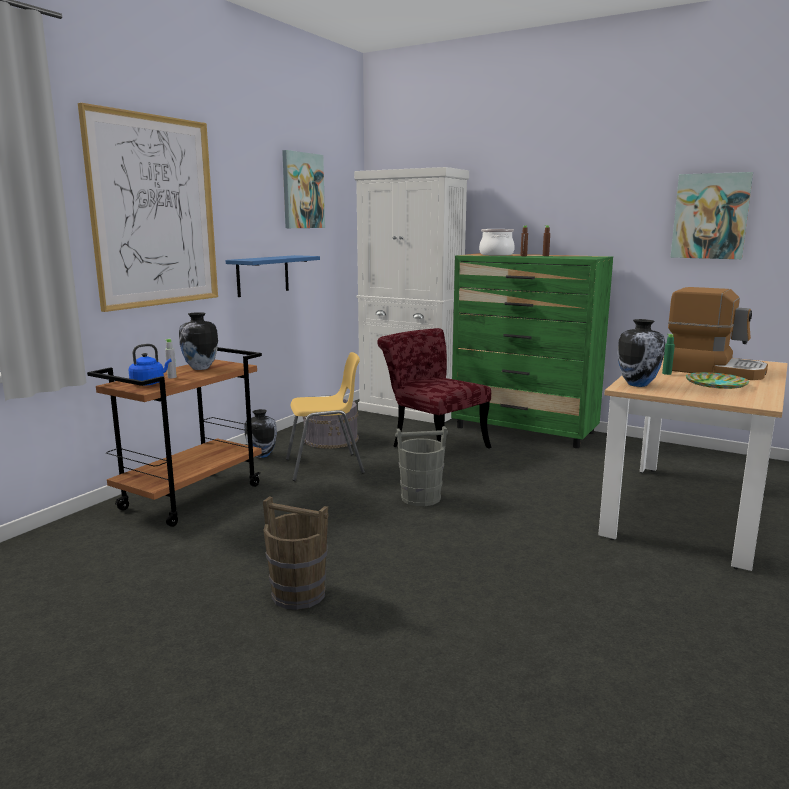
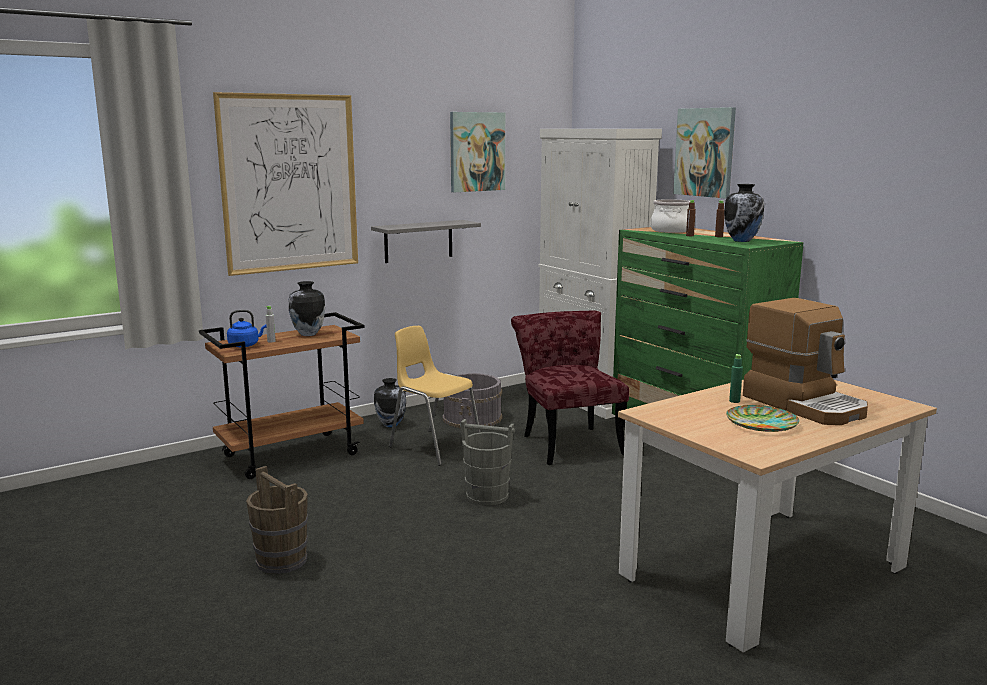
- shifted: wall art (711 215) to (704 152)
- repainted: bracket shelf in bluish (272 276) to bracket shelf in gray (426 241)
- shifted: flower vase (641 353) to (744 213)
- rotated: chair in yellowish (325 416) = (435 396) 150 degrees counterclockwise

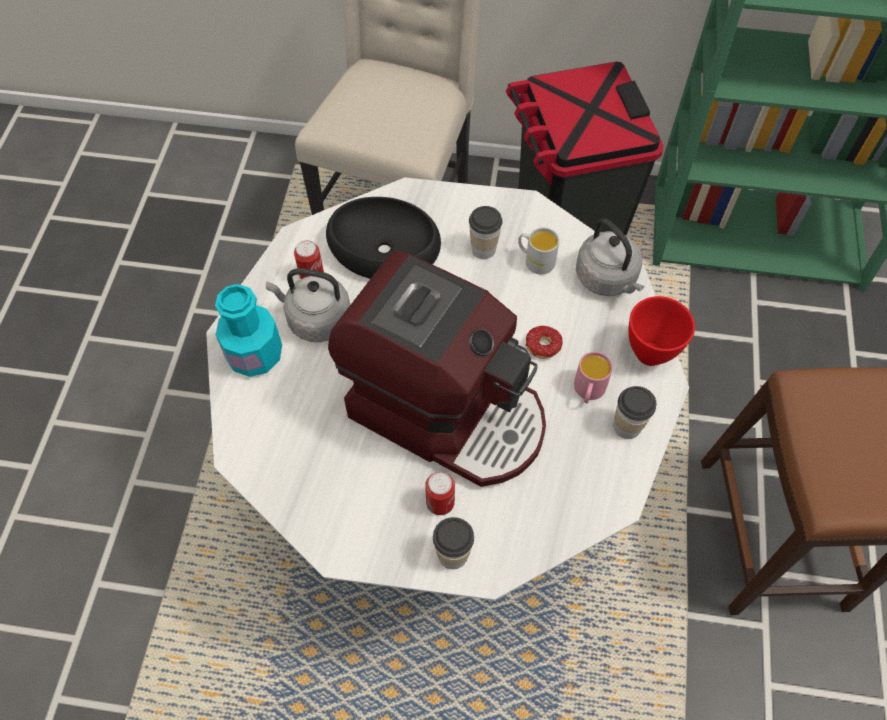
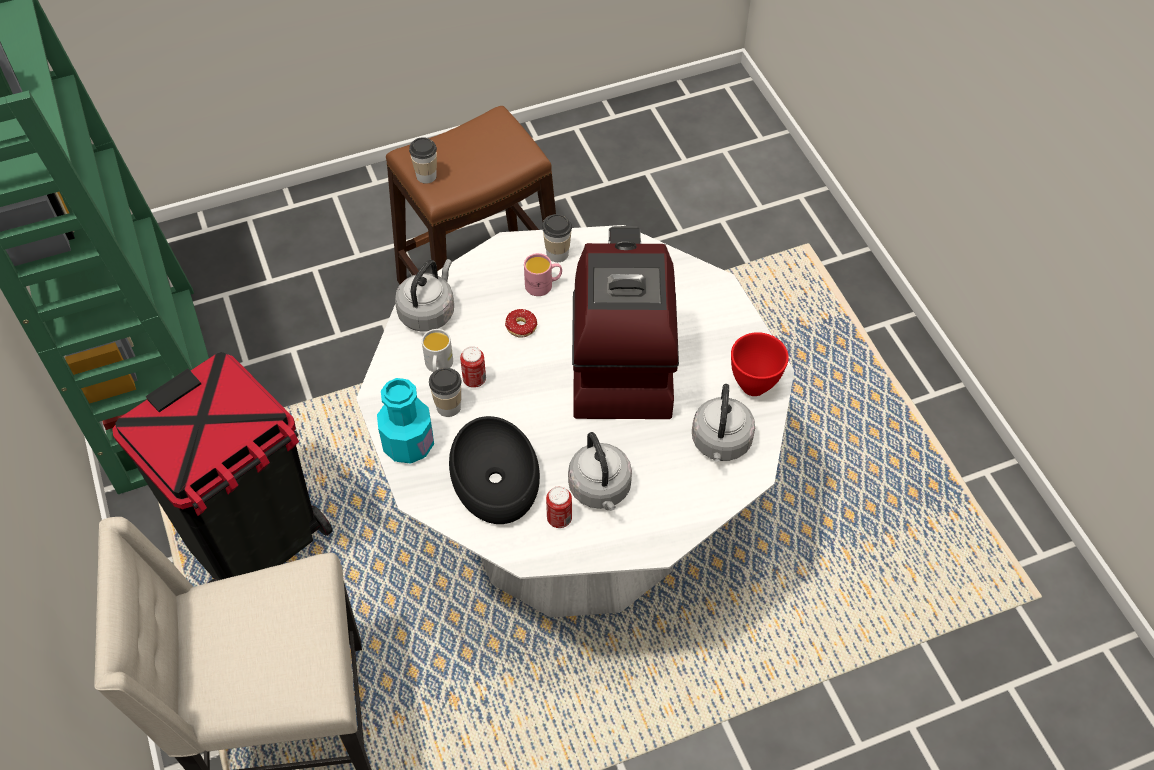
- shifted: drink bottle in turquoise-coloured (248 330) to (405 421)
- shifted: serving bowl in red (661 331) to (760 364)
- shifted: can (440 493) to (473 367)
- shifted: small cup (453 543) to (423 160)
- new: water kettle in gray (723 423)

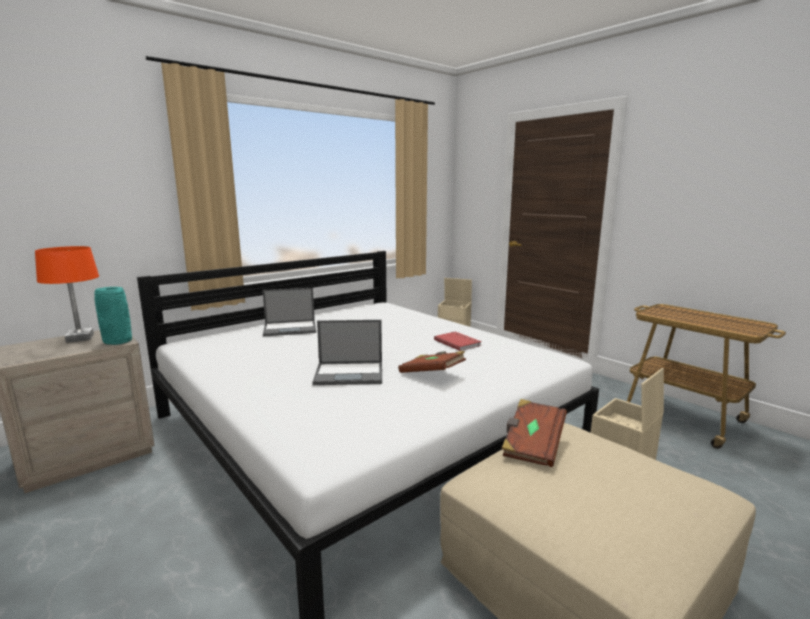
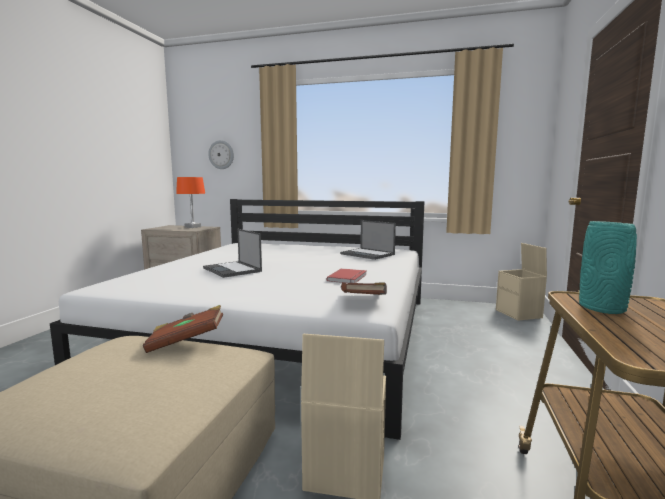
- shifted: flower vase in turquoise-coloured (113 316) to (608 267)
- shifted: laptop (289 312) to (368 240)
- shifted: volume in brown (432 362) to (364 288)
- new: wall clock (221 154)

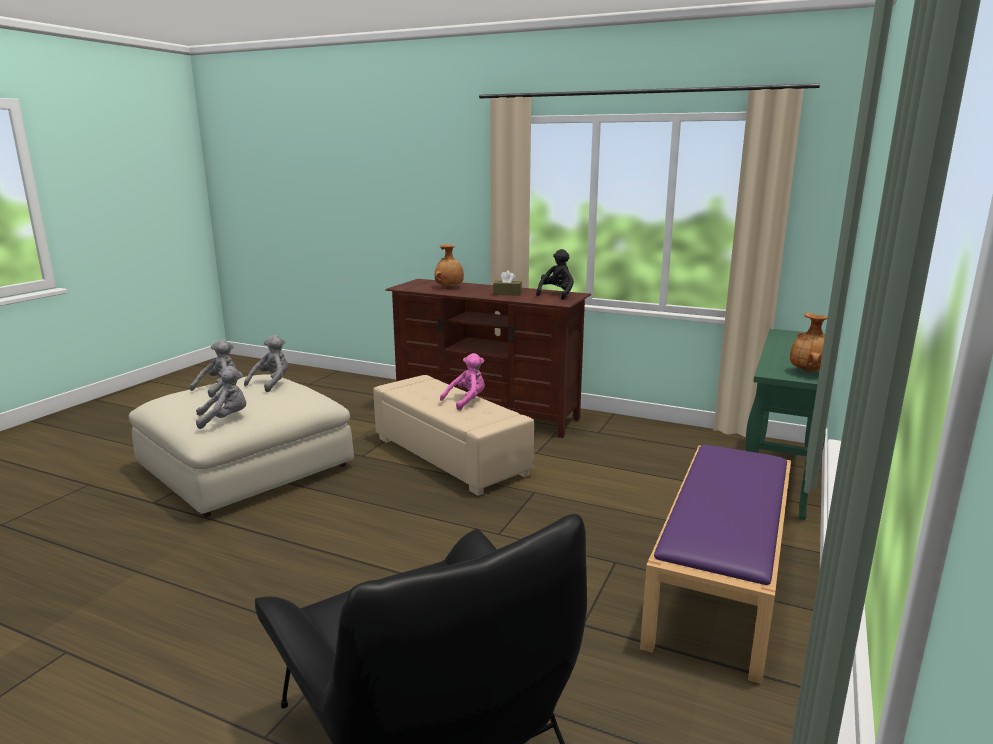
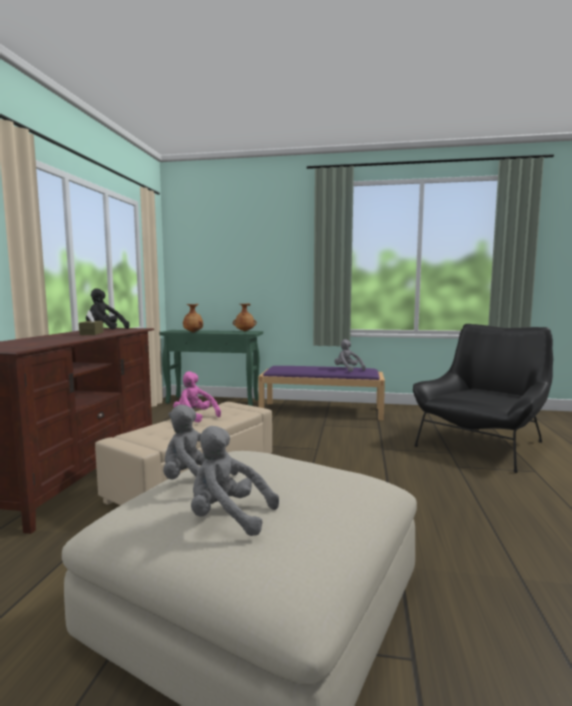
- shifted: flower vase in brown (449 266) to (193 318)
- shifted: plush toy in gray (221 397) to (350 355)

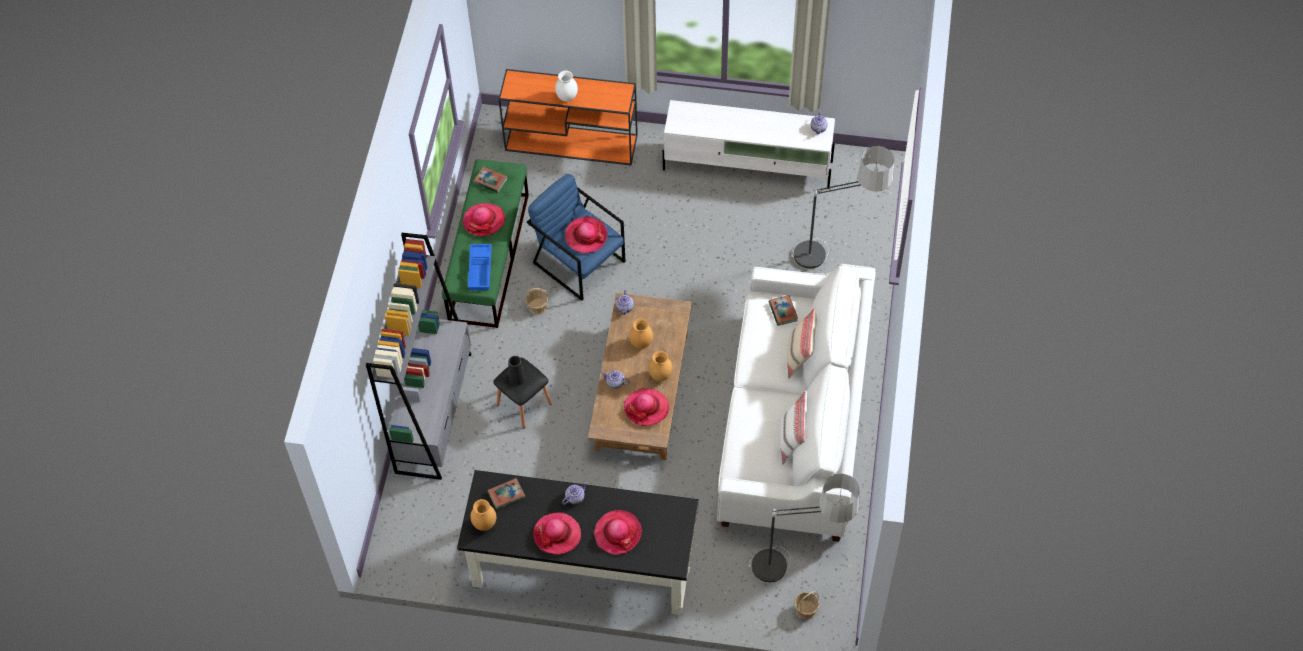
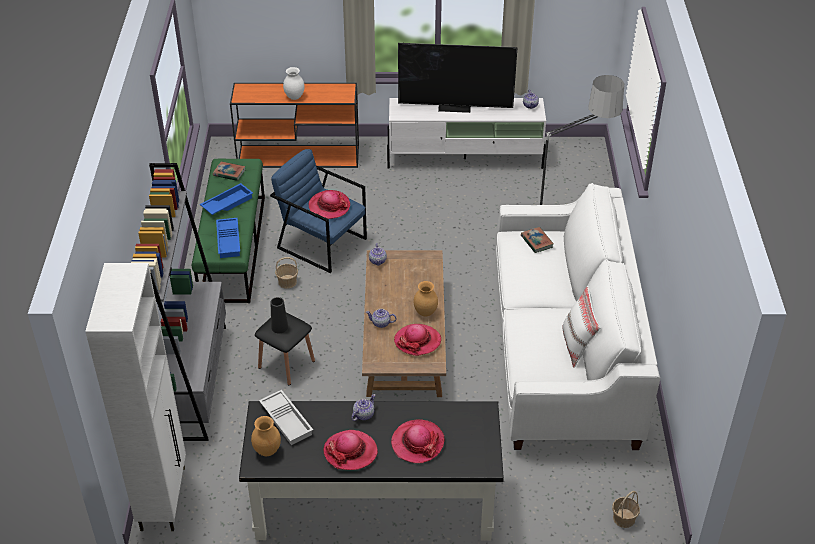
- swapped: wearable hat (483 219) to carrying tray in bluish (226 199)
- gone: throw pillow in beige-coloured (802 343)
- gone: flower vase in brown (641 333)
- gone: floor lamp (804 528)
- swapped: volume (506 494) to carrying tray in white-coloured (286 417)
- new: TV (458 78)
- new: cupboard in white-coloured (135 397)

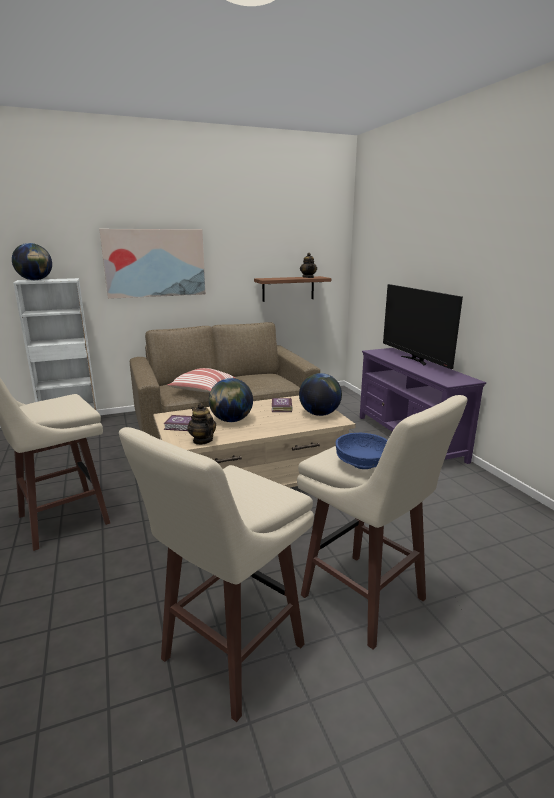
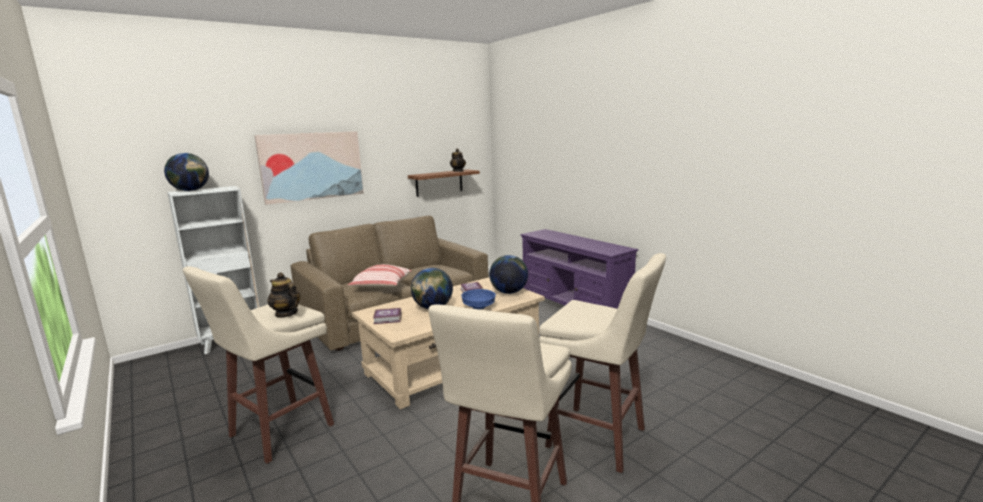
- gone: TV (423 326)
- shifted: teapot (201 424) to (283 295)
- shifted: serving bowl in bluish (361 451) to (478 299)

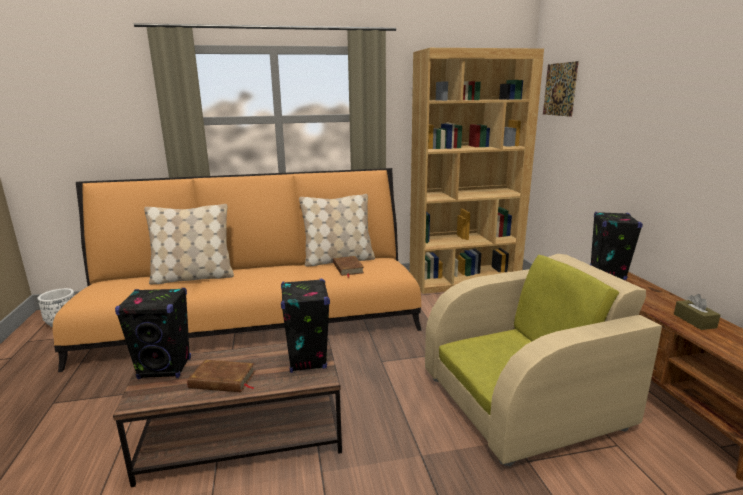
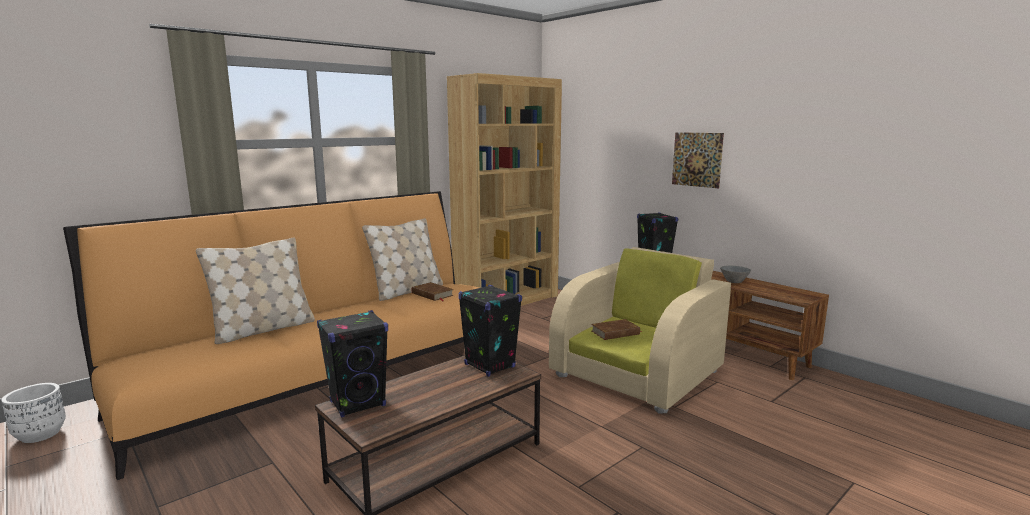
- shifted: wall art (561 89) to (698 160)
- swapped: tissue box in brown (697 312) to serving bowl in gray (735 274)
- shifted: volume in brown (221 376) to (616 329)

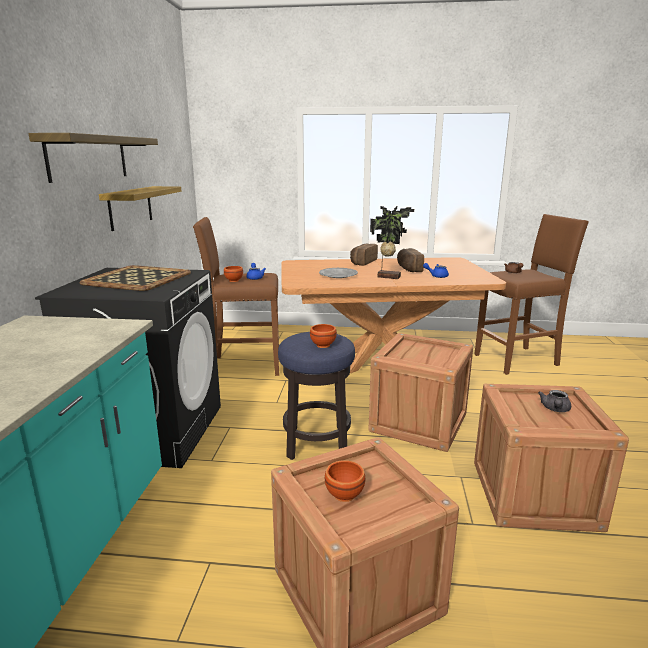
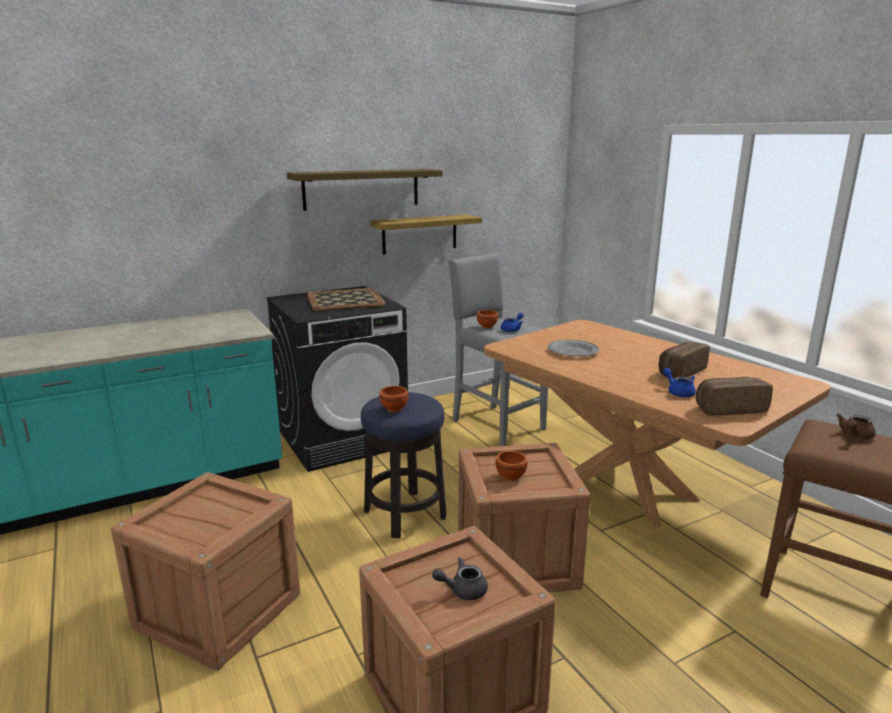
- gone: potted plant (392 242)
- repainted: sitting stool in brown (236 296) to sitting stool in gray (498 349)
- shifted: bread (364 255) to (734 396)
- shifted: serving bowl in brown (345 481) to (511 466)

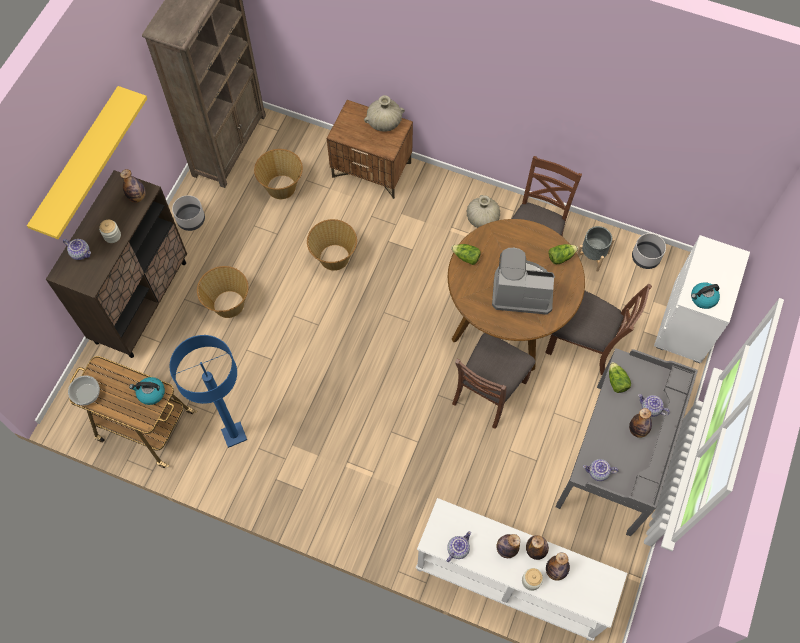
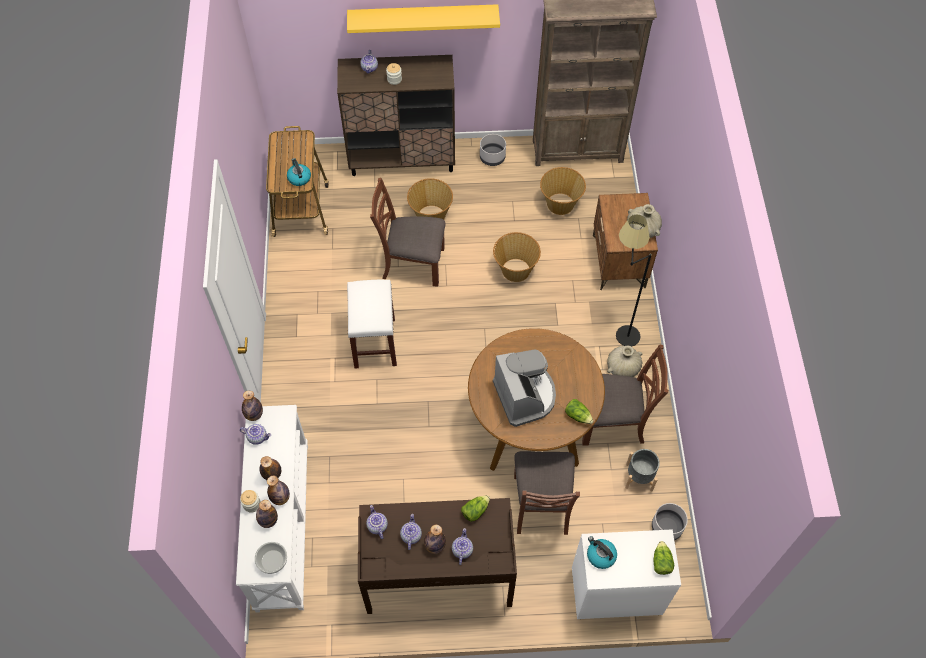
- shifted: drink bottle (133 186) to (252 405)
- shifted: lettuce (466 254) to (663 558)
- shifted: chair in brown (493 381) to (407 232)
- gone: floor lamp in bluish (208 391)
- repainted: desk in gray (627 442) to desk in brown (437 556)
- shifted: serving bowl (84 390) to (271 558)
- new: floor lamp in black-coloured (634 280)
- new: sitting stool in white-coloured (372 324)
- new: teapot (411 532)

